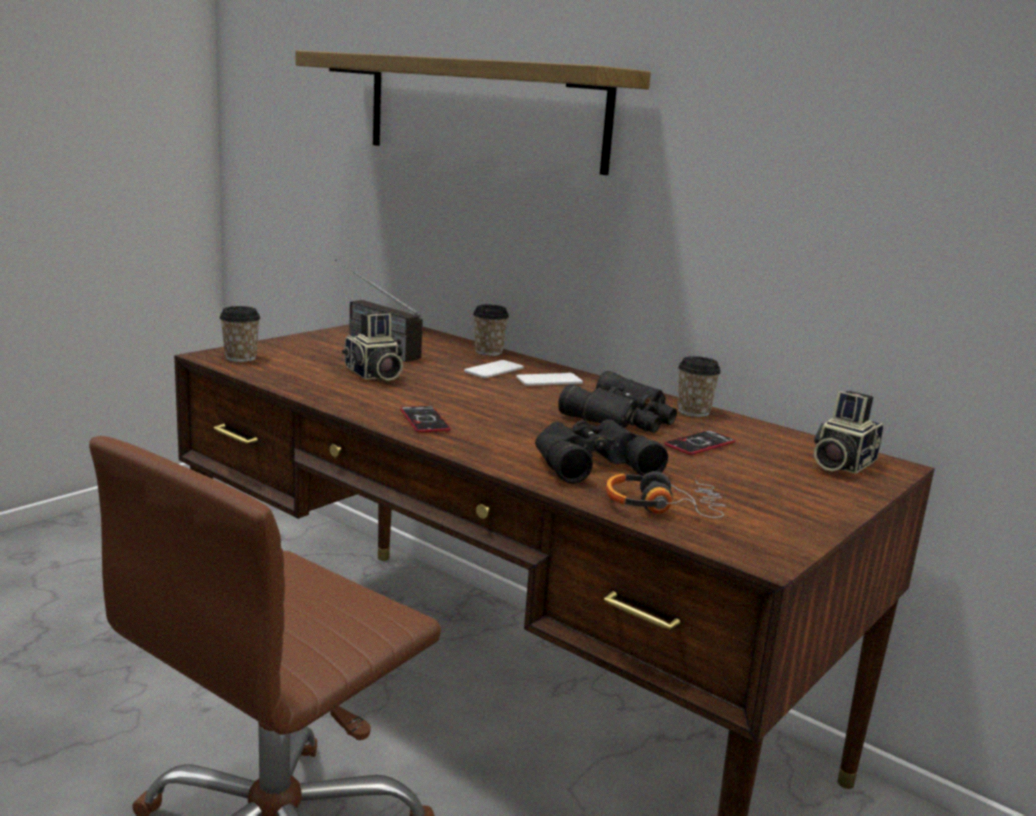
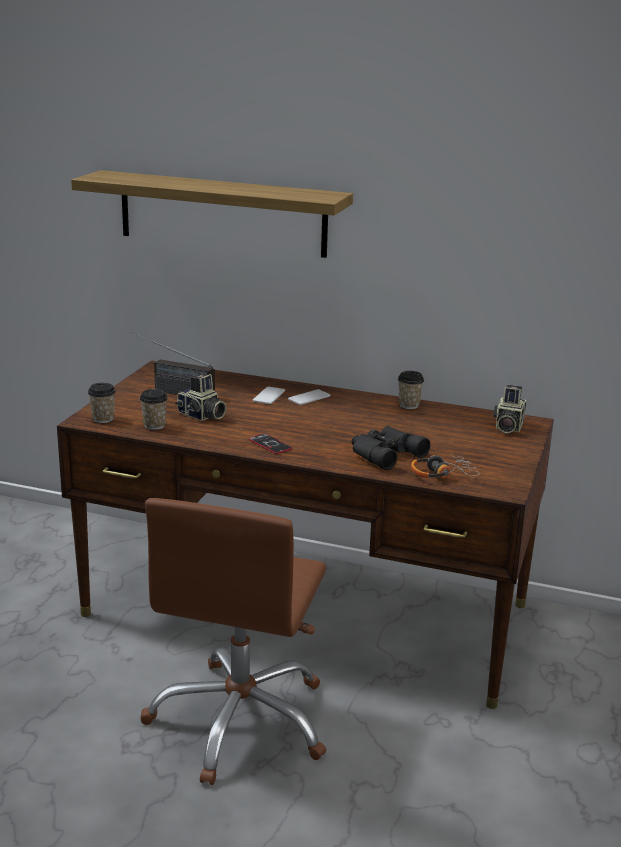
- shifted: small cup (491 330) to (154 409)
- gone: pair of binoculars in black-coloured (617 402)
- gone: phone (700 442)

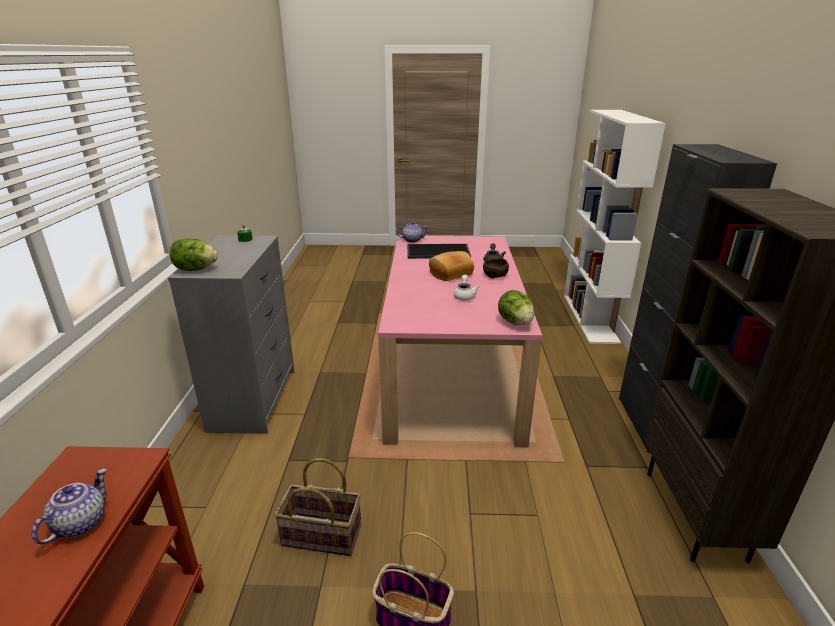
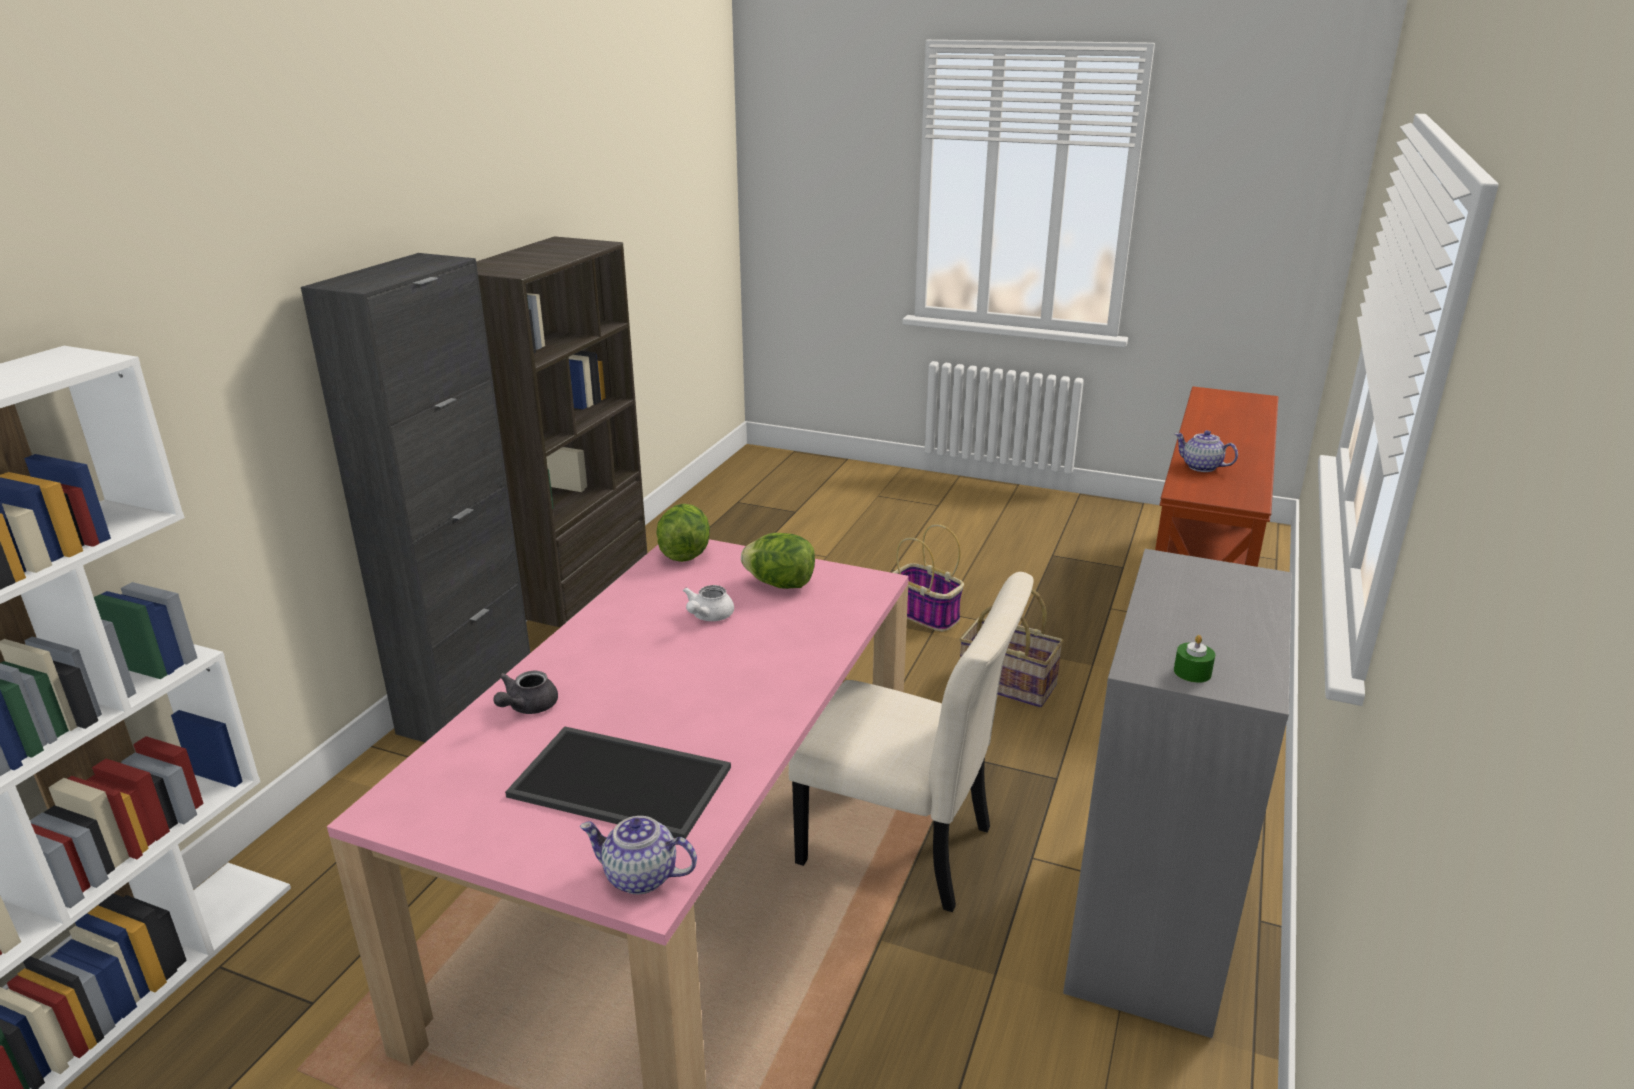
- shifted: lettuce (194 254) to (778 561)
- gone: bread (451 266)
- gone: serving bowl in brown (496 268)
- rotated: teapot (69 506) = (1206 451) 90 degrees clockwise
- new: chair in beige-coloured (911 742)

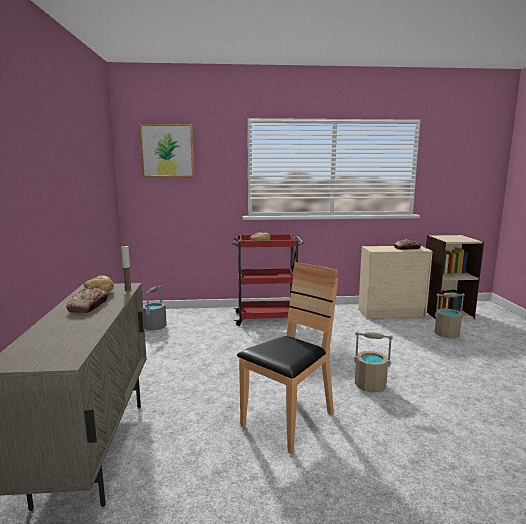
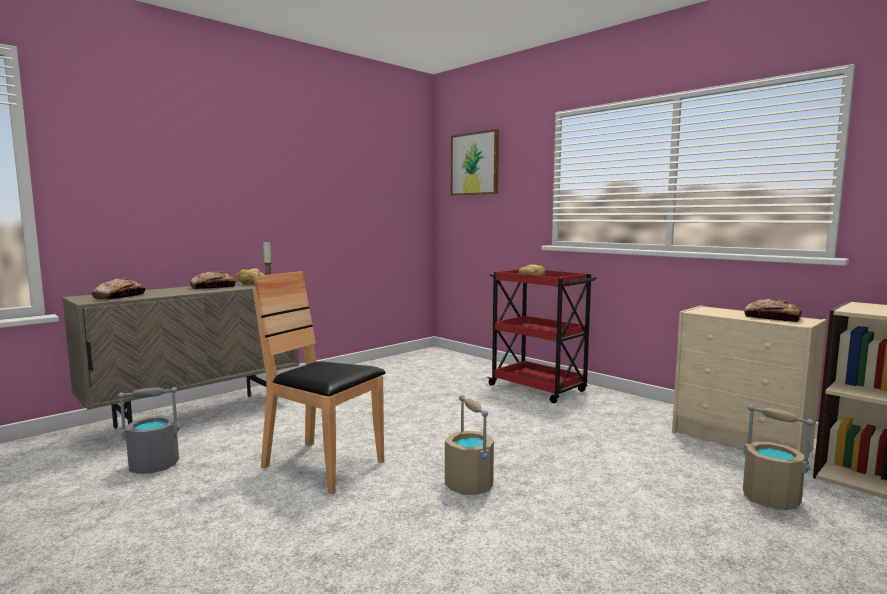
- rotated: chair in brown (287 357) = (319 382) 150 degrees counterclockwise
- shifted: water bucket in gray (155 308) to (149 430)
- new: bread (118 289)

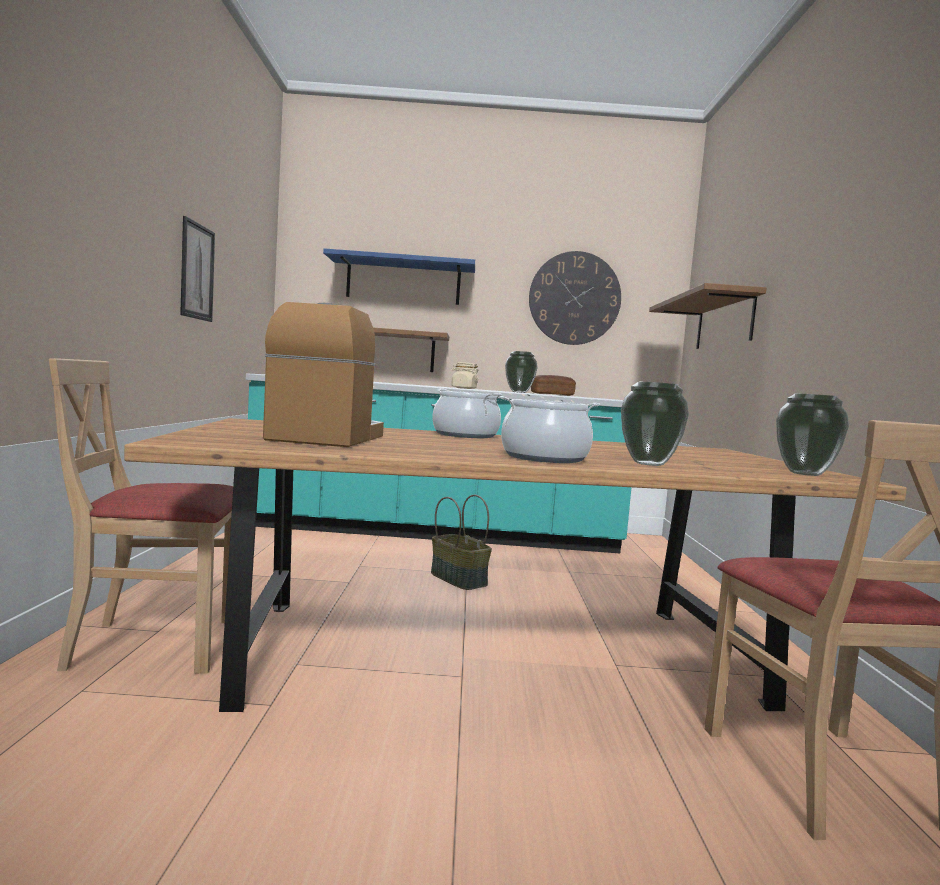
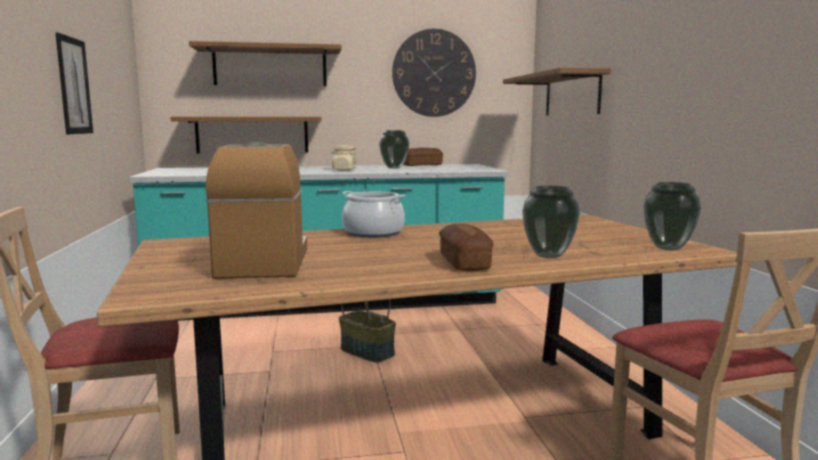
- repainted: bracket shelf in bluish (399 276) to bracket shelf in brown (265 63)
- swapped: cooking pot (550 429) to bread (466 247)

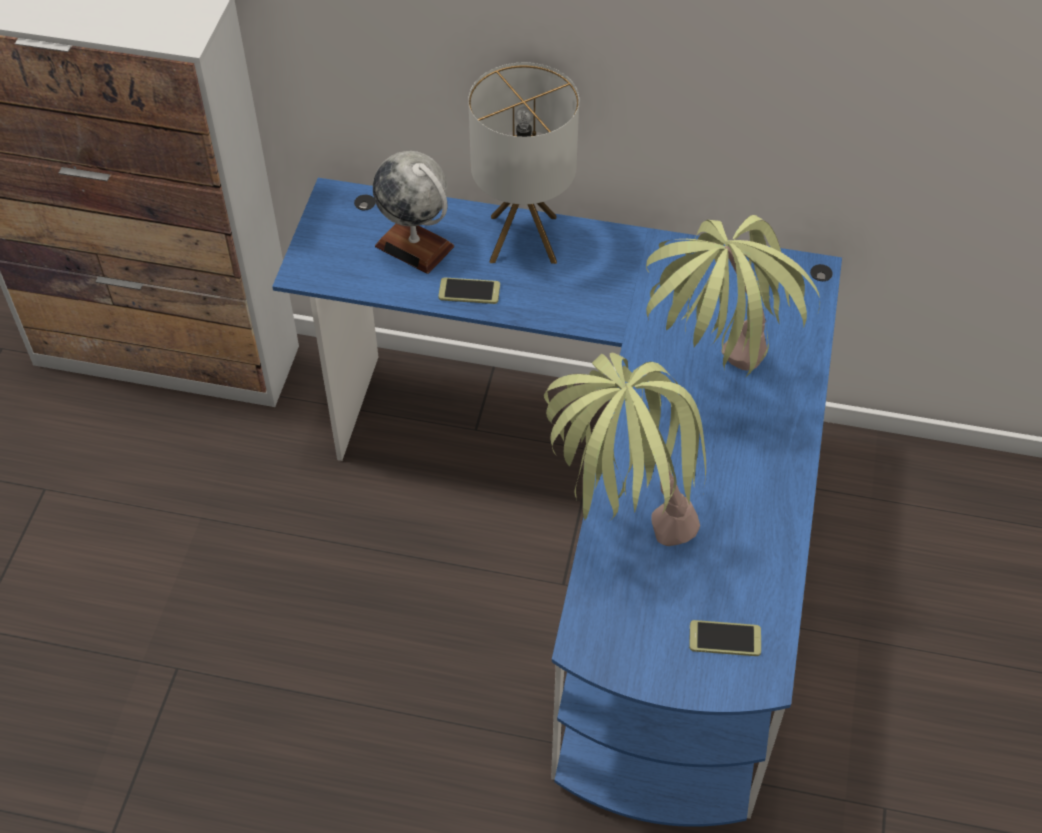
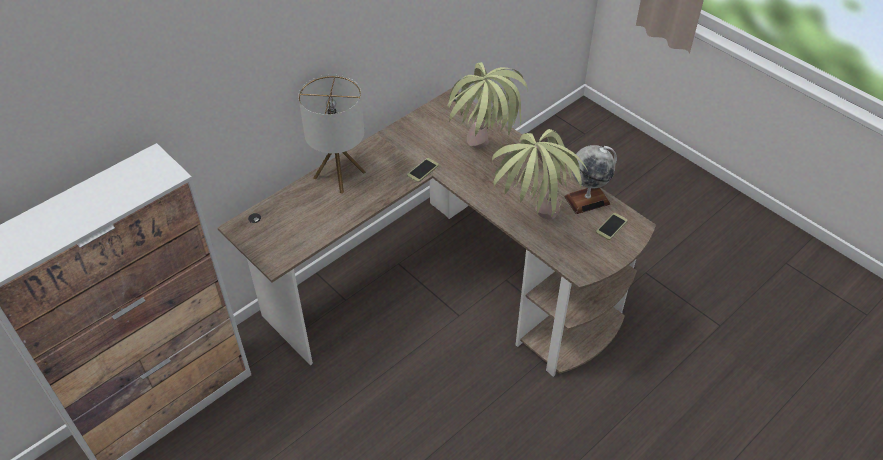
- shifted: world globe (413 212) to (591 179)
- repainted: desk in bluish (557 502) to desk in brown (436 232)
- shifted: phone (469 290) to (423 170)

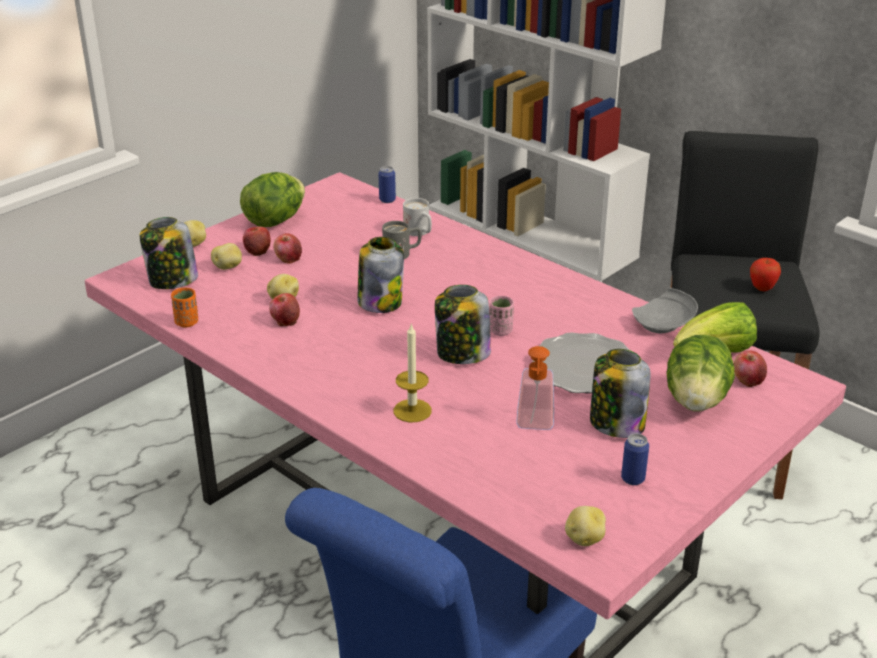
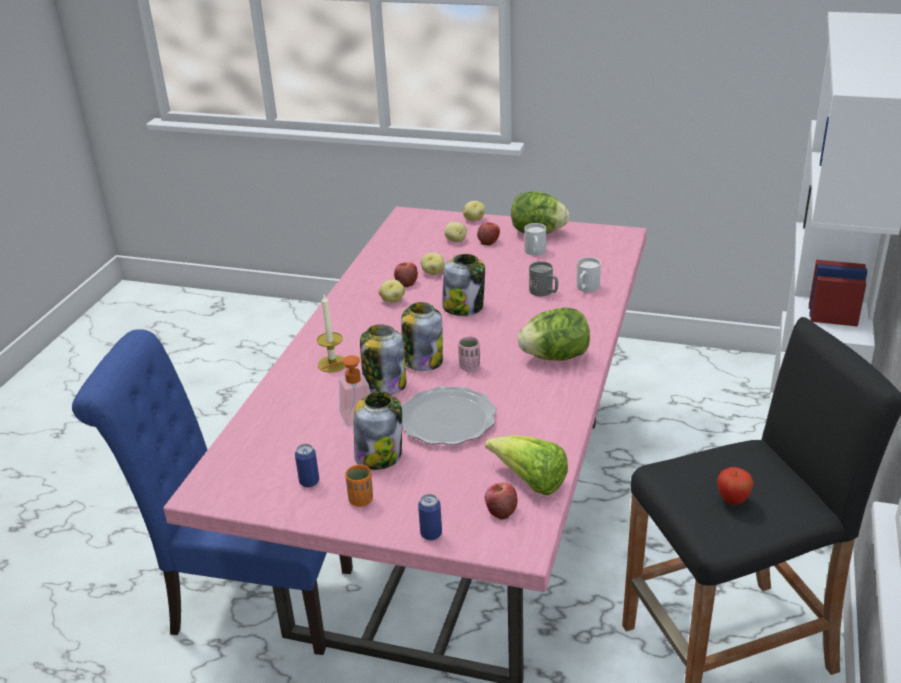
- shifted: can (387 184) to (430 517)
- shifted: preserve jar (169 253) to (383 359)
- gone: whole apple (287 248)
- shifted: small cup in orangey (184 307) to (359 486)
- gone: dinner plate in gray (665 310)
- shifted: lettuce (700 373) to (554 334)
- shifted: spud (585 526) to (392 291)
- new: coffee mug in white-coloured (535 239)

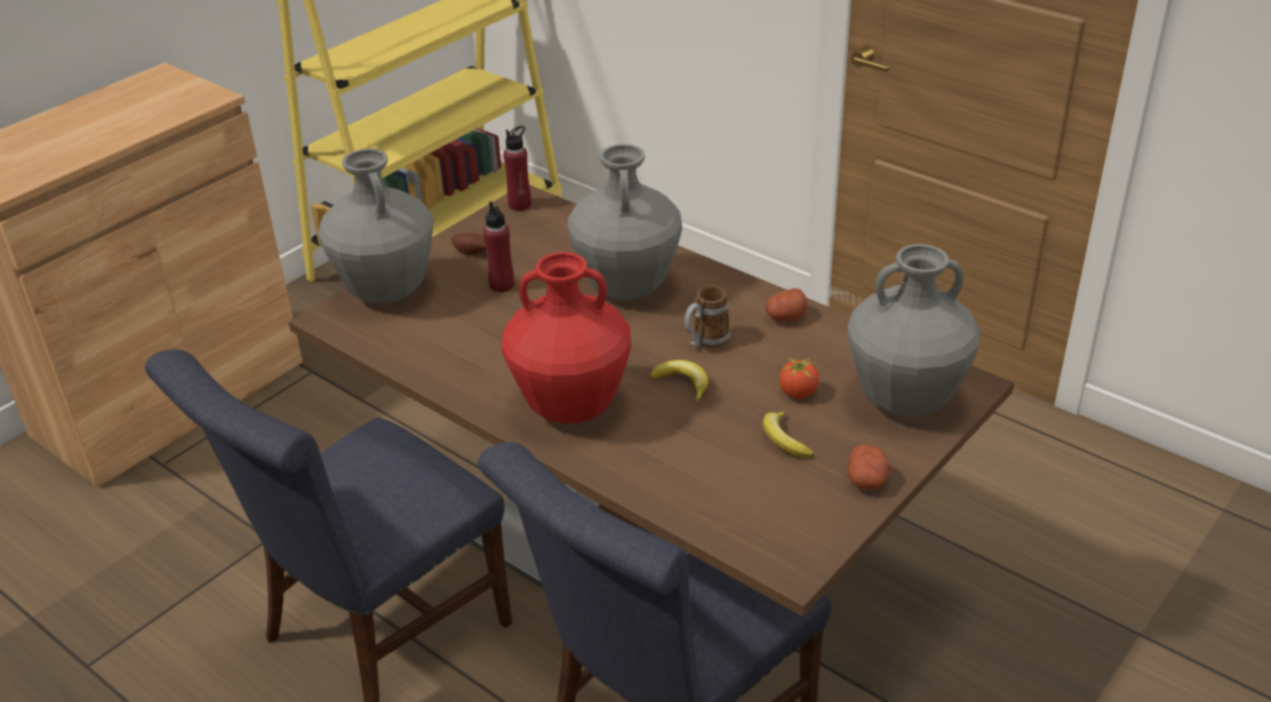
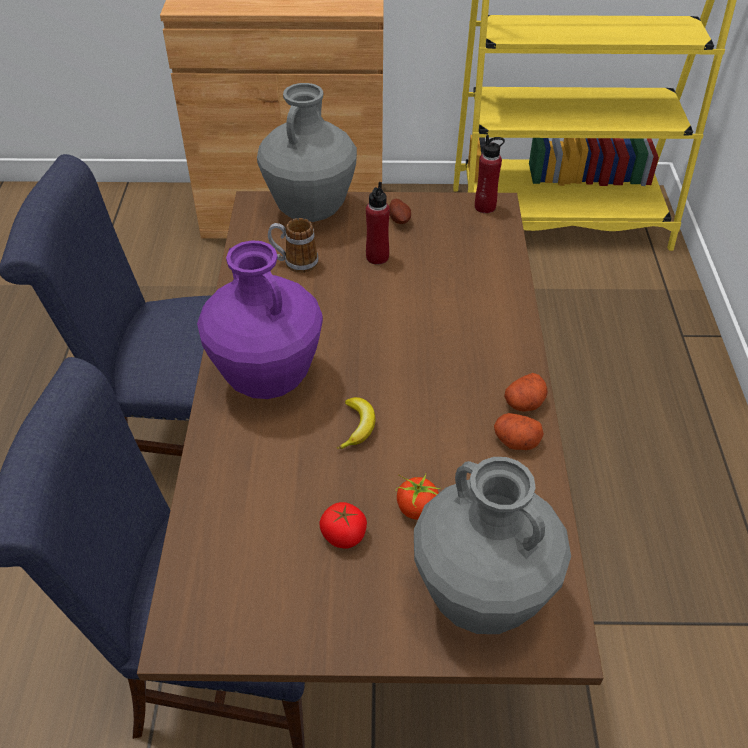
- gone: flower vase in gray (625 222)
- repainted: flower vase in red (566 338) to flower vase in purple-coloured (260 319)
- shifted: coffee mug (707 317) to (293 245)
- swapped: banana fruit (788 434) to tomato (343 525)
- shifted: spud (869 467) to (526 392)

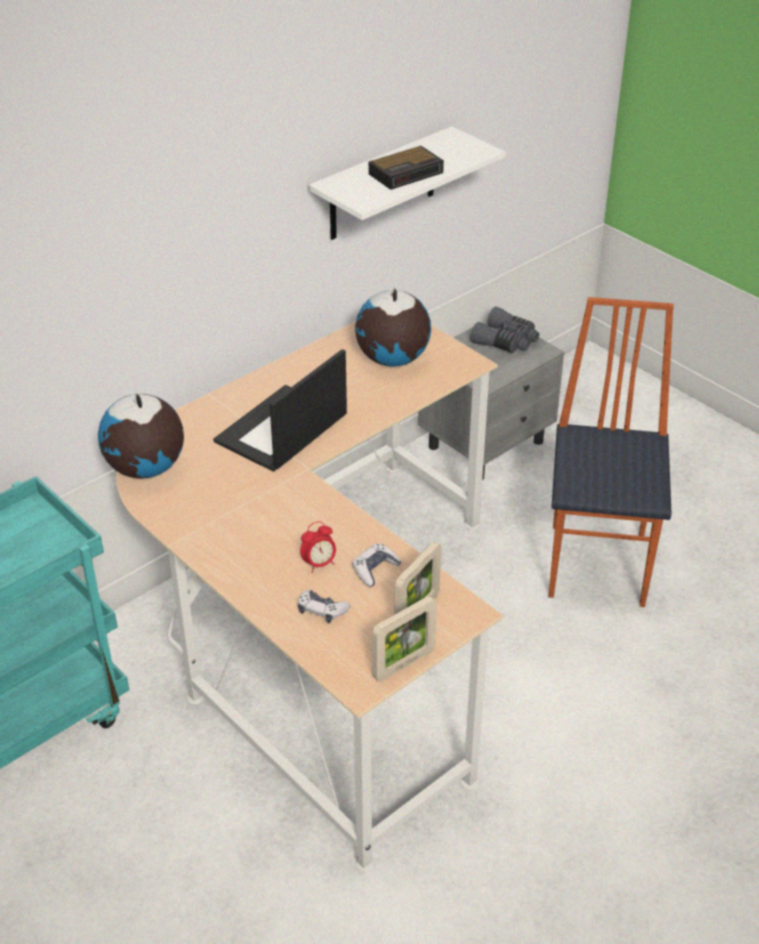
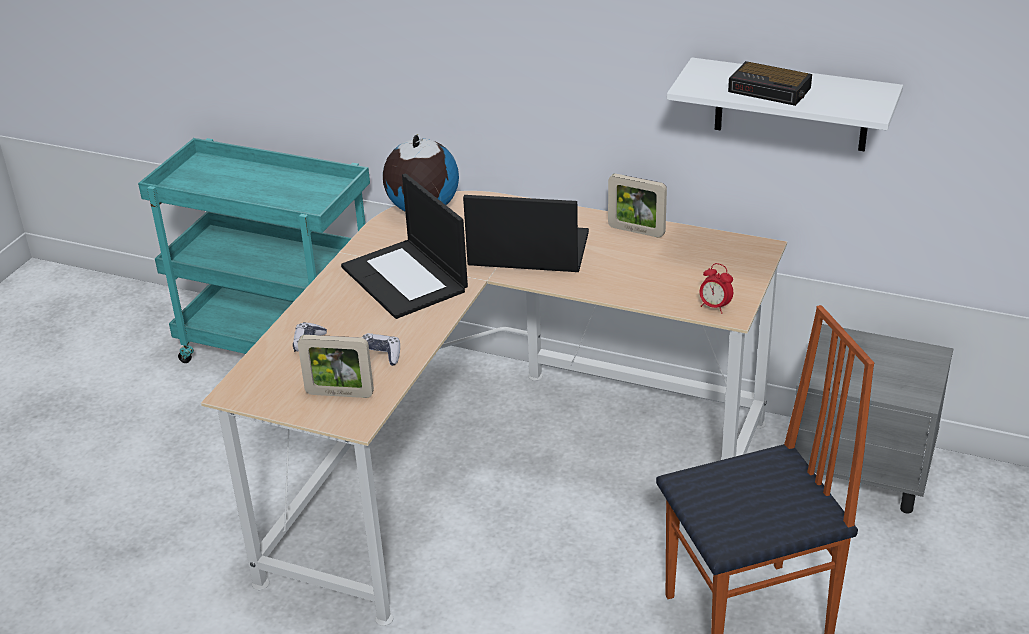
- gone: world globe (393 327)
- gone: pair of binoculars in gray (504 330)
- shifted: table clock (318 547) to (716 288)
- shifted: picture frame (404 639) to (637 206)
- new: laptop (404 246)

